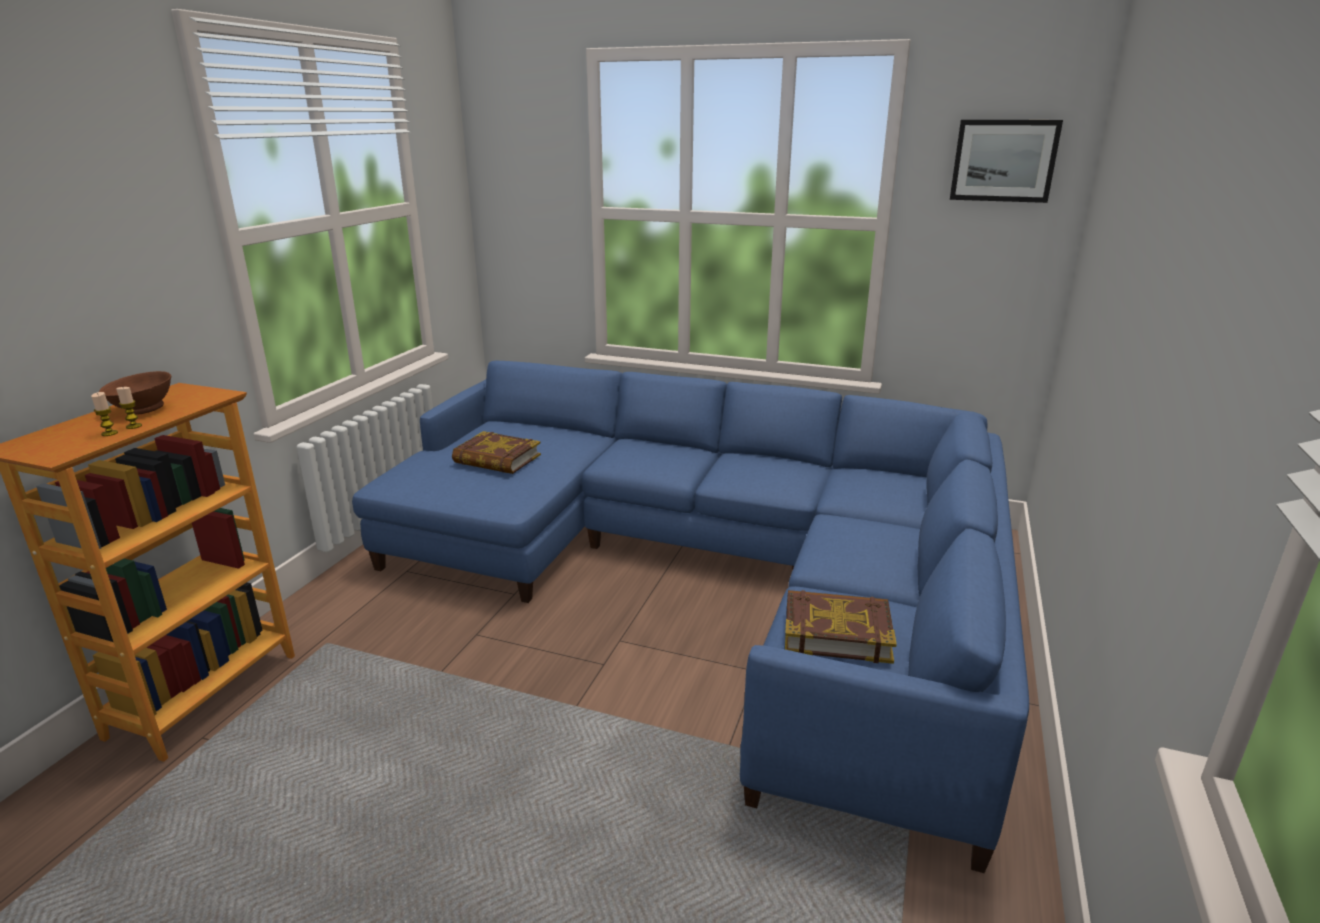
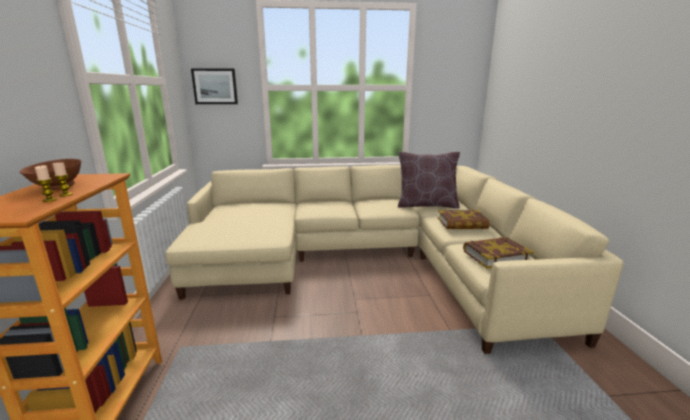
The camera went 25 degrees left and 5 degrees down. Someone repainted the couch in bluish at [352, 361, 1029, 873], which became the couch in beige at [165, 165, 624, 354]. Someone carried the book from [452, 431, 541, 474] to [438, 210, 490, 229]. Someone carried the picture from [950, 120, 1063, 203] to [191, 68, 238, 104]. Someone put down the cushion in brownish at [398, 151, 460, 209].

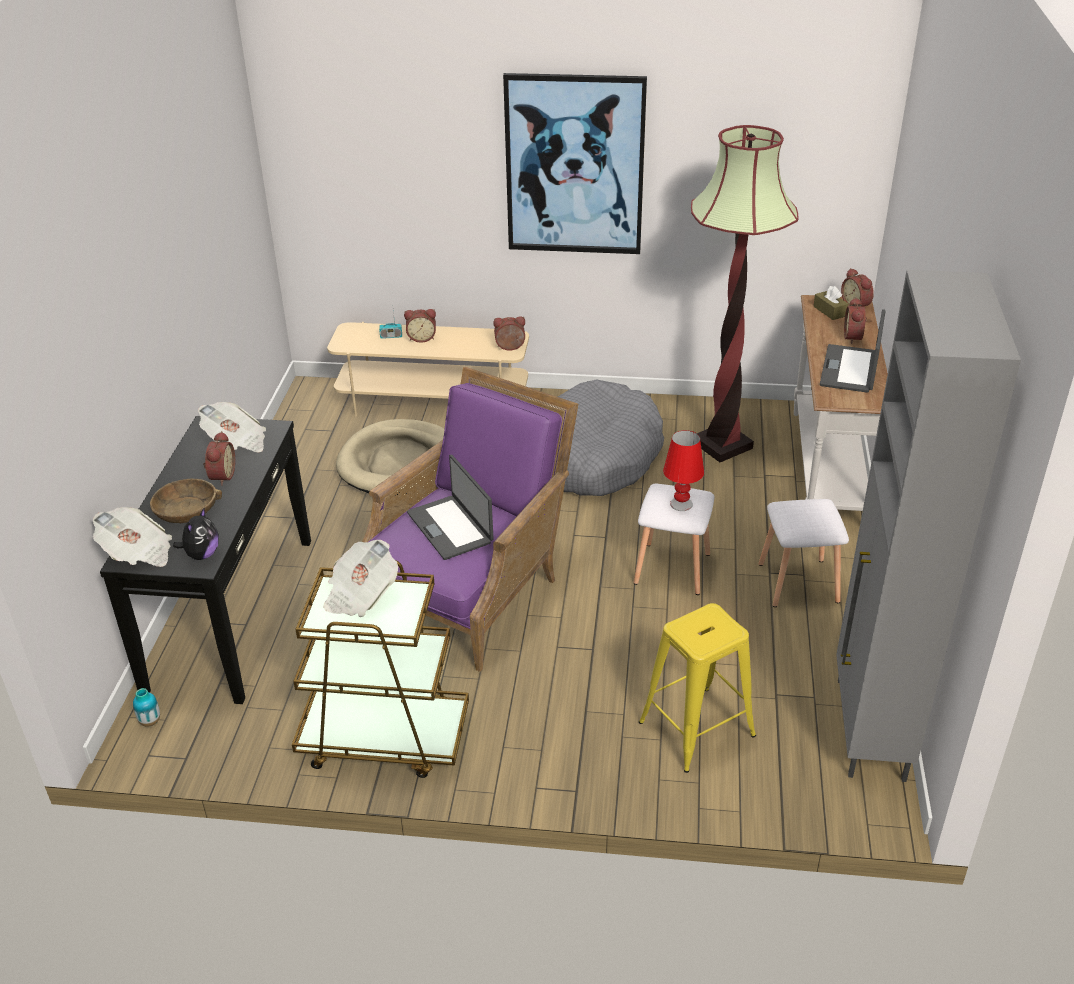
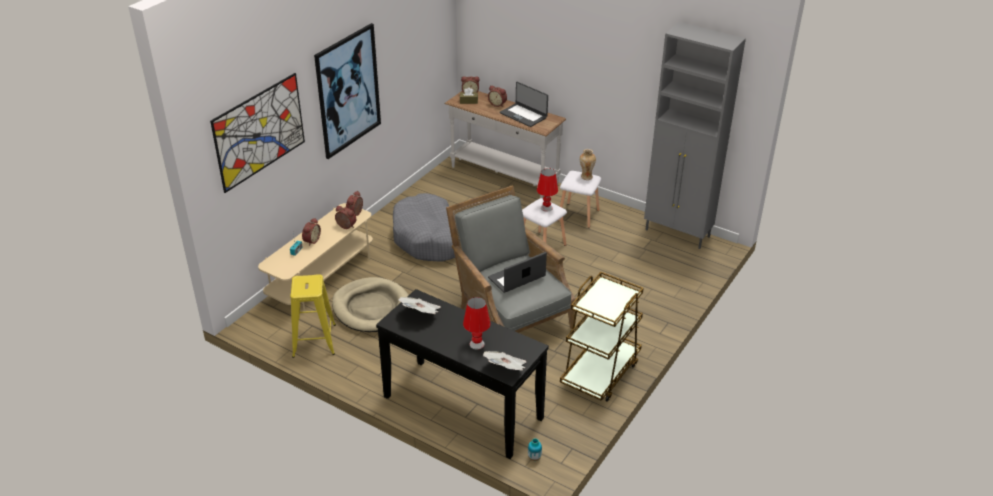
The camera went 65 degrees left and 0 degrees up. Someone swapped the bowl in brownish at [150, 479, 222, 523] for the table lamp in red at [463, 297, 491, 350]. Someone took away the soft toy at [173, 508, 219, 560]. Someone carried the table clock from [203, 431, 235, 486] to [335, 206, 357, 229]. Someone took away the daily paper at [323, 540, 398, 617]. Someone repainted the lounge chair in purple at [362, 367, 578, 672], which became the lounge chair in grey at [446, 185, 575, 333]. Someone rotated the notebook computer at [407, 455, 494, 560] by 150 degrees clockwise. Someone carried the sitting stool in yellowish from [639, 603, 756, 773] to [290, 274, 336, 358]. Someone took away the floor lamp at [691, 125, 799, 462]. Someone put up the picture at [210, 73, 305, 193]. Someone put down the vase at [580, 149, 596, 180].

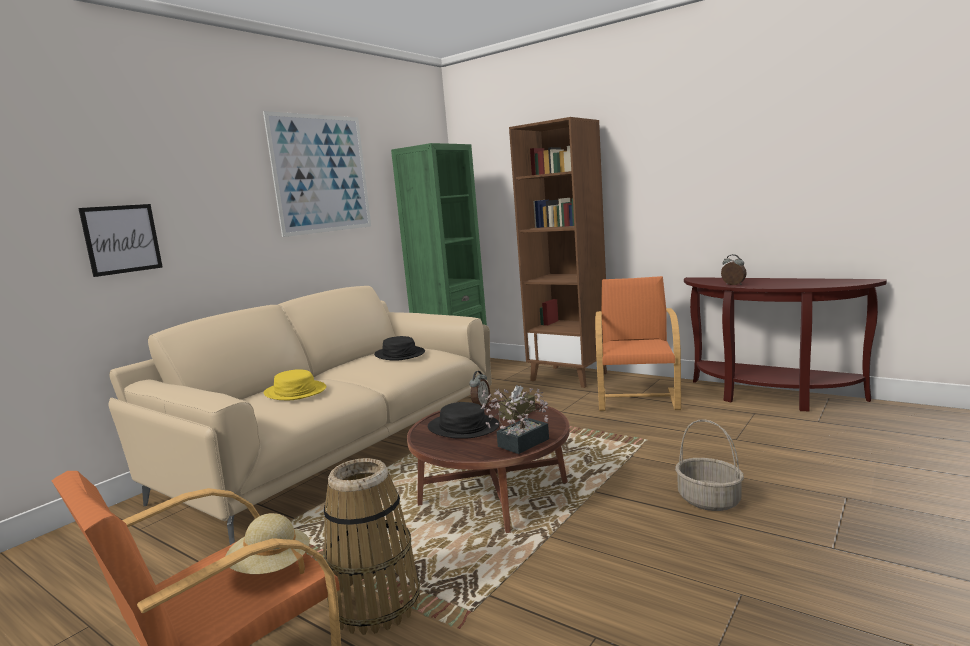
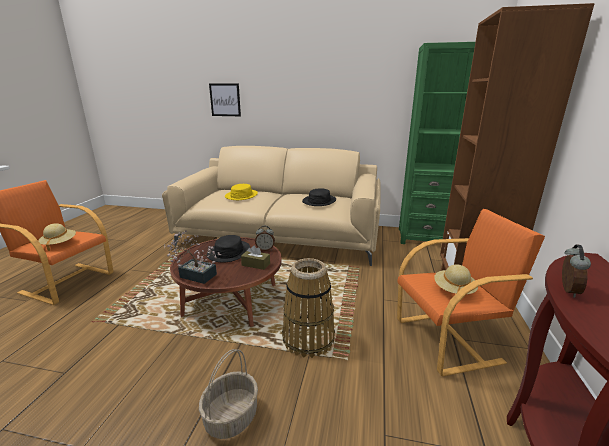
The camera went 65 degrees right and 10 degrees up. Someone took away the picture at [263, 111, 371, 237]. Someone carried the household basket from [323, 458, 420, 635] to [282, 258, 335, 358]. Someone put down the wearable hat in beige at [434, 265, 478, 294].

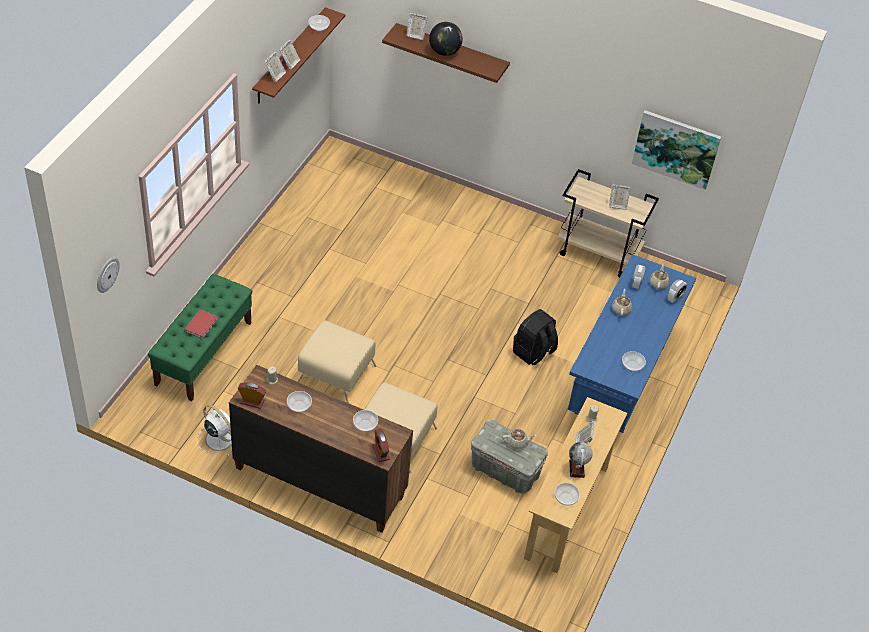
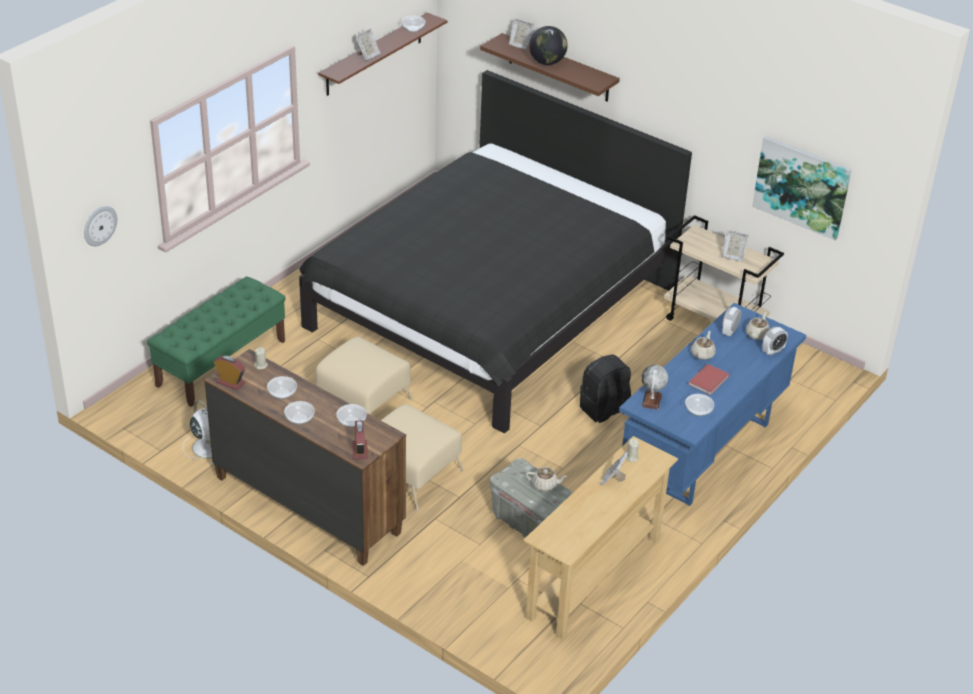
The camera went 15 degrees right and 10 degrees down. Someone carried the book in red from [184, 310, 218, 338] to [688, 364, 729, 395]. Someone took away the photo frame at [264, 52, 286, 82]. Someone carried the bowl from [554, 483, 580, 505] to [284, 401, 315, 424]. Someone carried the world globe from [569, 442, 593, 478] to [641, 365, 668, 410]. Someone put down the bed in black-coloured at [299, 70, 692, 433].

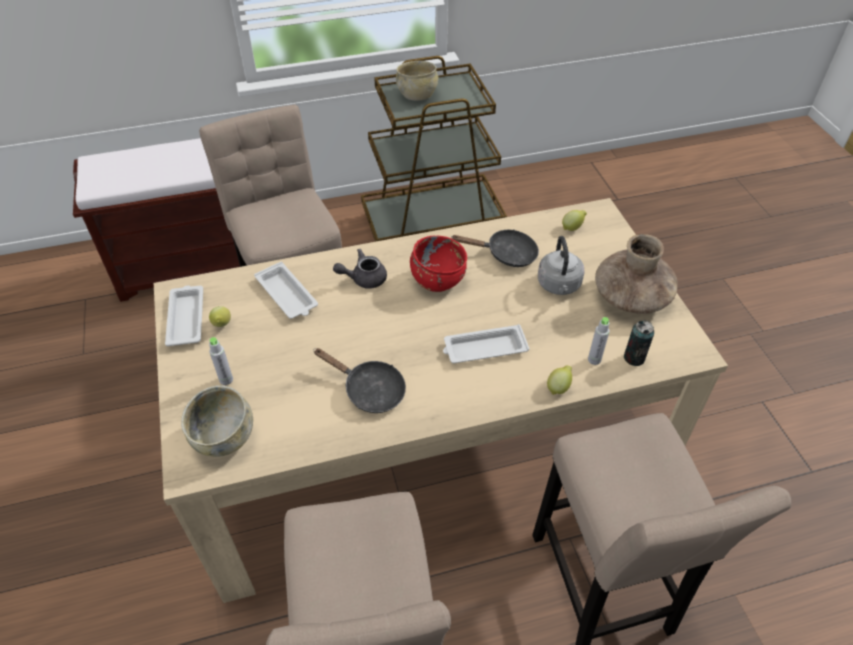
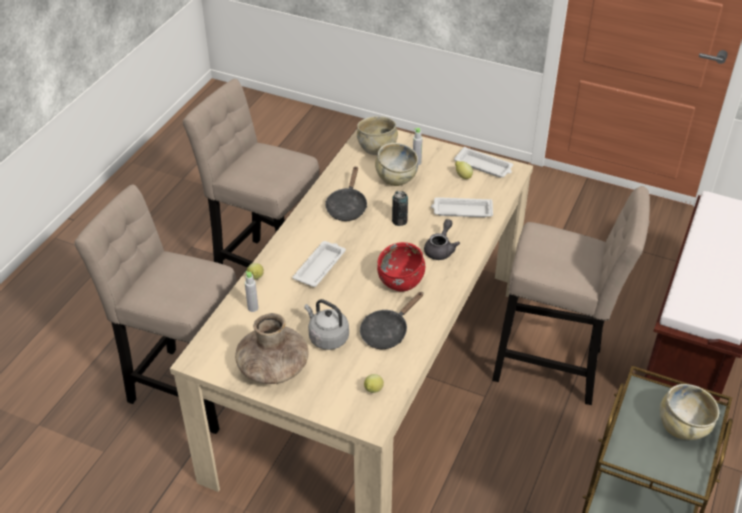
The camera went 130 degrees right and 5 degrees down. Someone rotated the pan in black-coloured at [313, 348, 406, 413] by 60 degrees counterclockwise. Someone carried the metal can from [624, 320, 654, 366] to [392, 191, 408, 226]. Someone put down the bowl in beige at [375, 143, 418, 186].

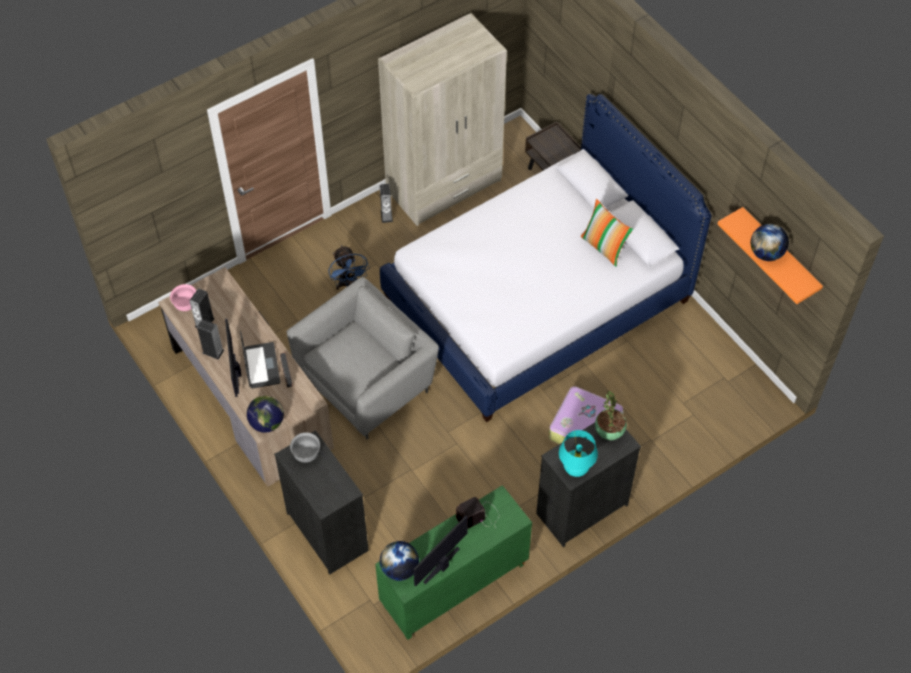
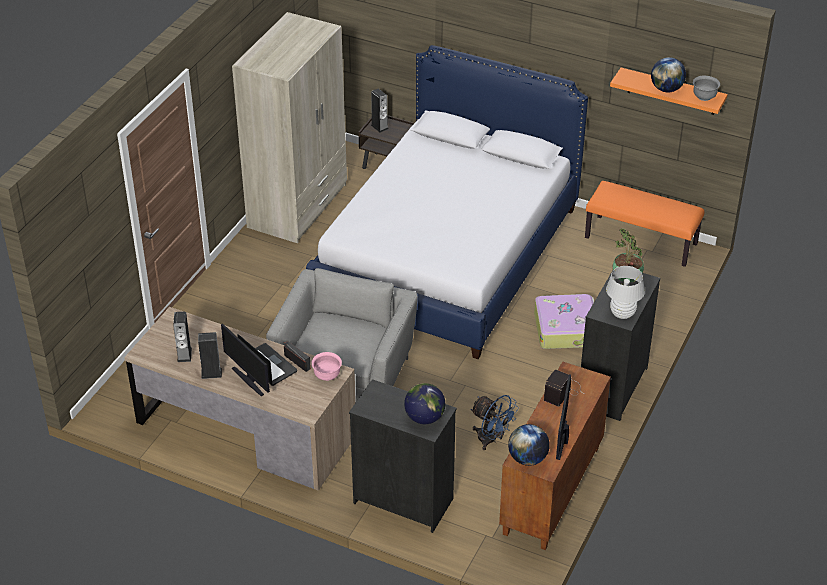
The camera went 30 degrees left and 15 degrees down. Someone carried the bowl in pink-coloured from [170, 284, 196, 311] to [312, 352, 342, 381]. Someone carried the world globe from [247, 395, 284, 433] to [404, 383, 445, 424]. Someone carried the bowl in grey from [290, 432, 320, 463] to [693, 76, 720, 101]. Someone carried the cooling fan in bluish from [328, 245, 369, 290] to [471, 395, 519, 450]. Someone repainted the cupboard in green-coloured at [375, 485, 532, 640], which became the cupboard in brownish at [499, 361, 611, 550]. Someone carried the loudspeaker from [380, 184, 393, 223] to [371, 89, 389, 133]. Someone repainted the table lamp in turquoise-coloured at [559, 430, 598, 477], which became the table lamp in whitish at [606, 266, 645, 319]. Someone took away the cushion at [581, 199, 633, 267]. Someone put down the long seat in orange-coloured at [585, 181, 704, 267].

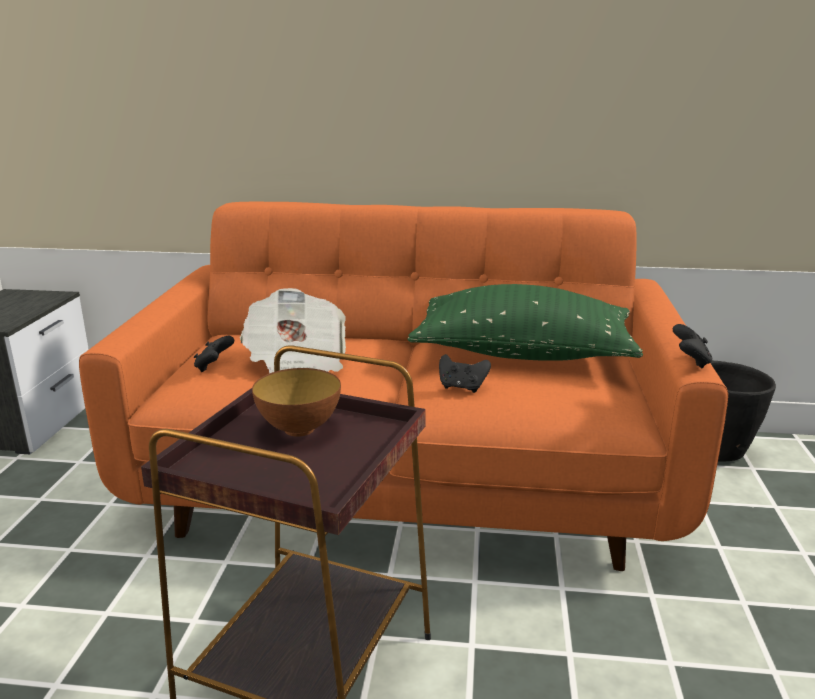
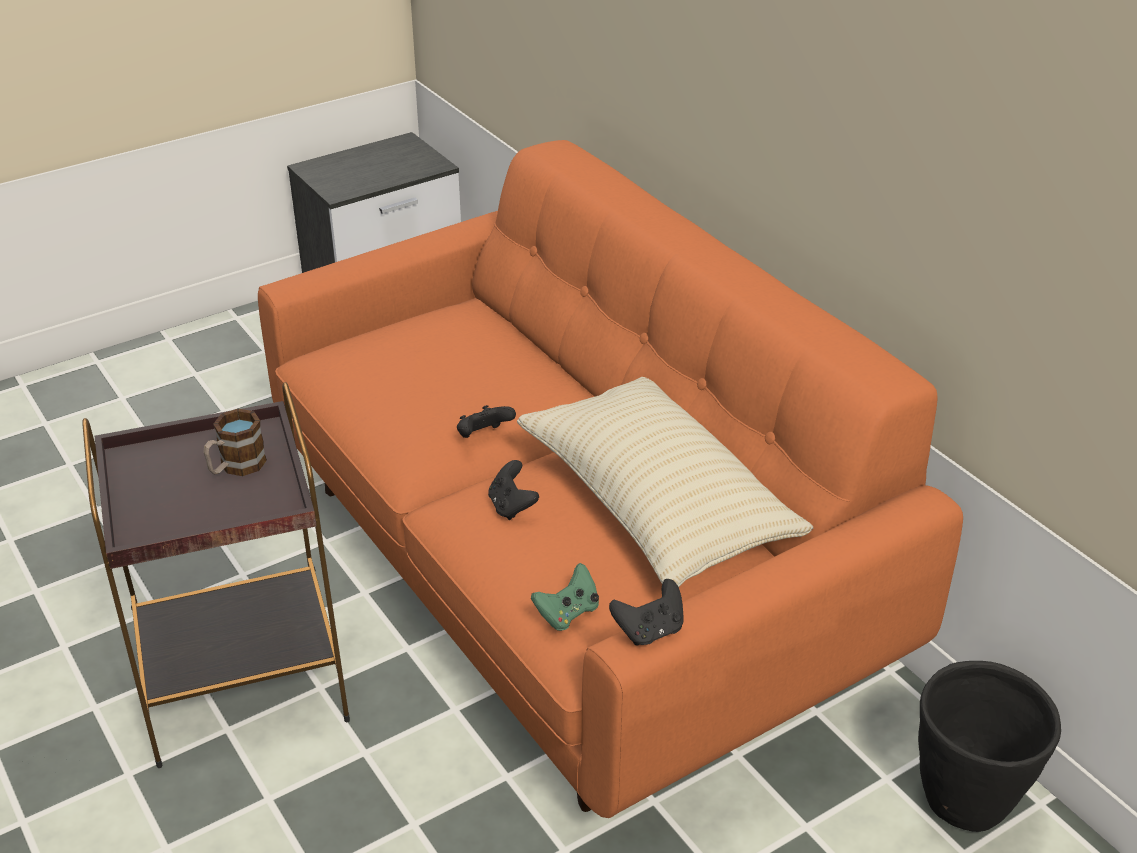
The camera went 50 degrees right and 15 degrees up. Someone carried the gamepad in black-coloured from [194, 336, 234, 372] to [457, 405, 516, 438]. Someone took away the daily paper at [240, 288, 346, 373]. Someone swapped the bowl at [252, 368, 341, 437] for the tea mug at [203, 409, 267, 476]. Someone repainted the cushion in green-coloured at [407, 284, 643, 361], which became the cushion in beige at [517, 377, 813, 587]. Someone put down the gamepad in green-coloured at [531, 563, 599, 631].

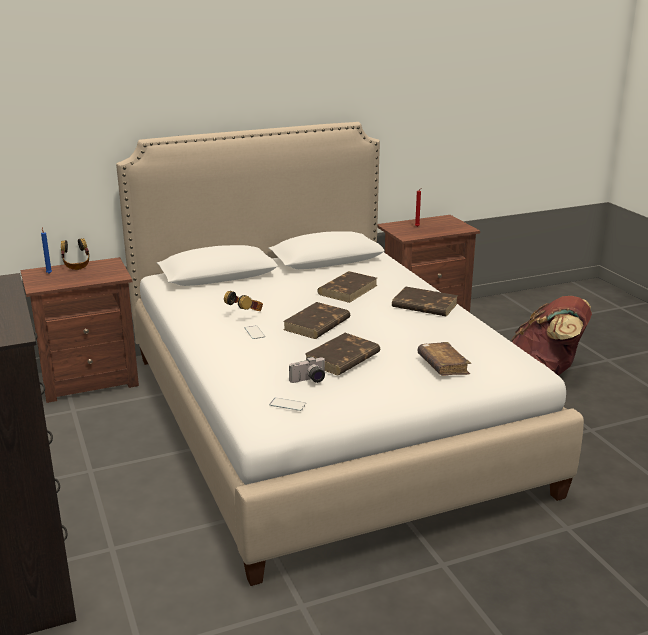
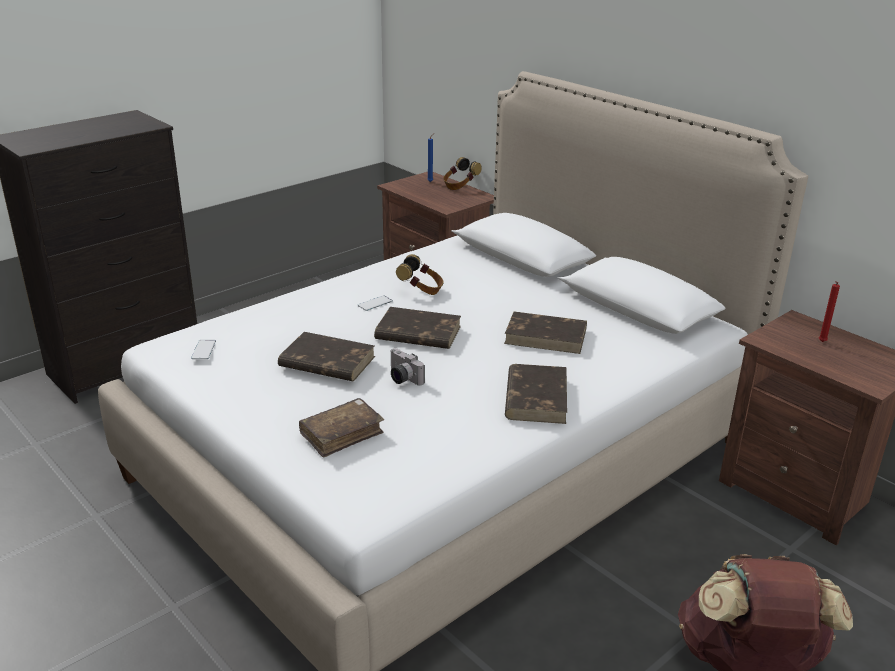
The camera went 70 degrees right and 5 degrees up. Someone carried the photo camera from [289, 356, 326, 383] to [390, 348, 425, 385].

